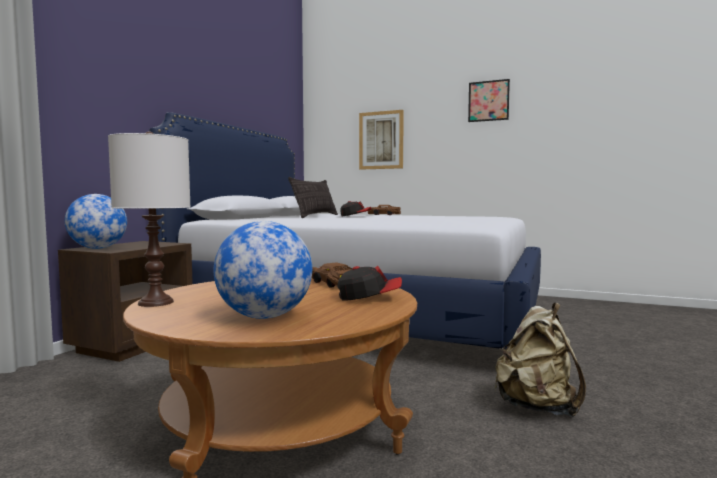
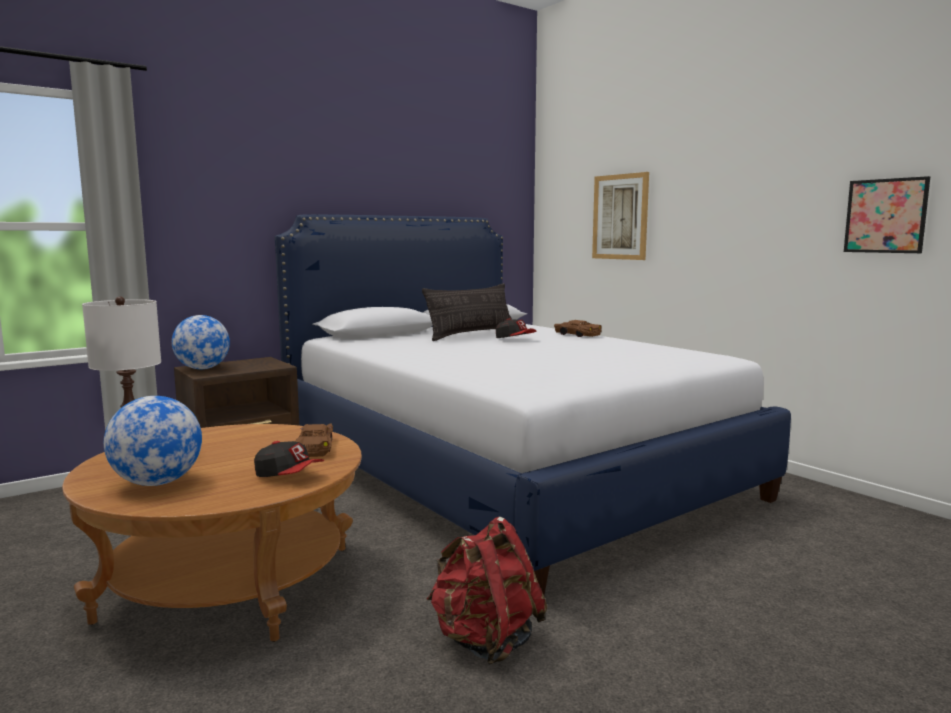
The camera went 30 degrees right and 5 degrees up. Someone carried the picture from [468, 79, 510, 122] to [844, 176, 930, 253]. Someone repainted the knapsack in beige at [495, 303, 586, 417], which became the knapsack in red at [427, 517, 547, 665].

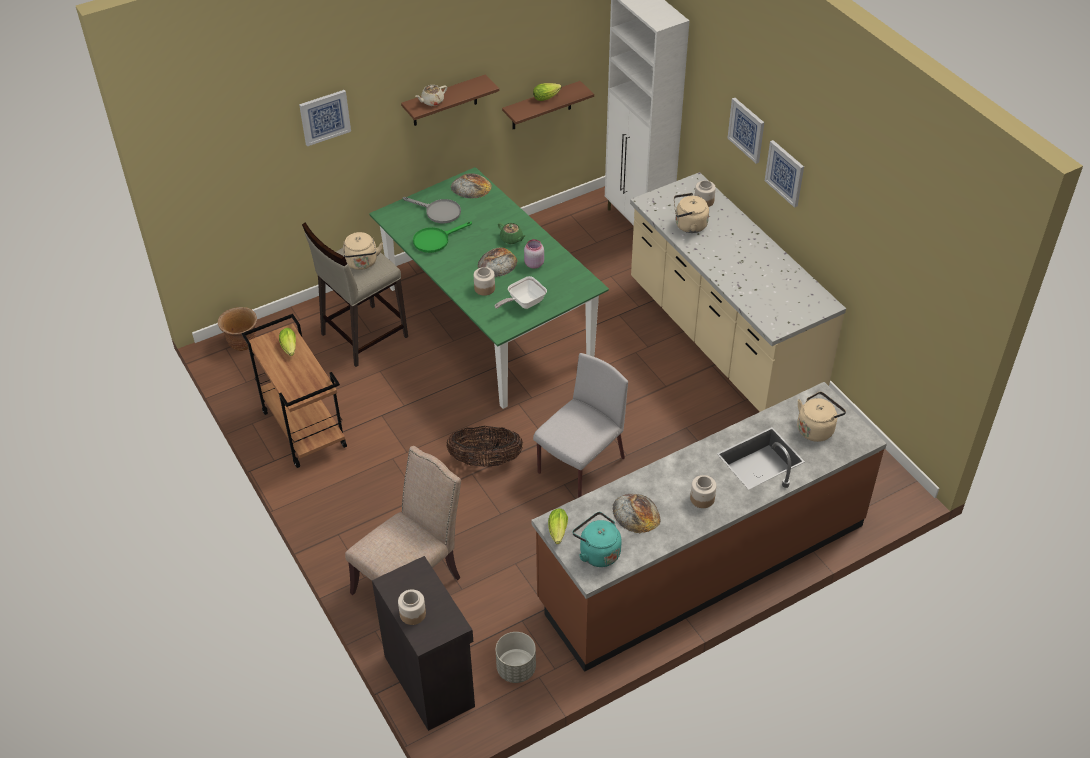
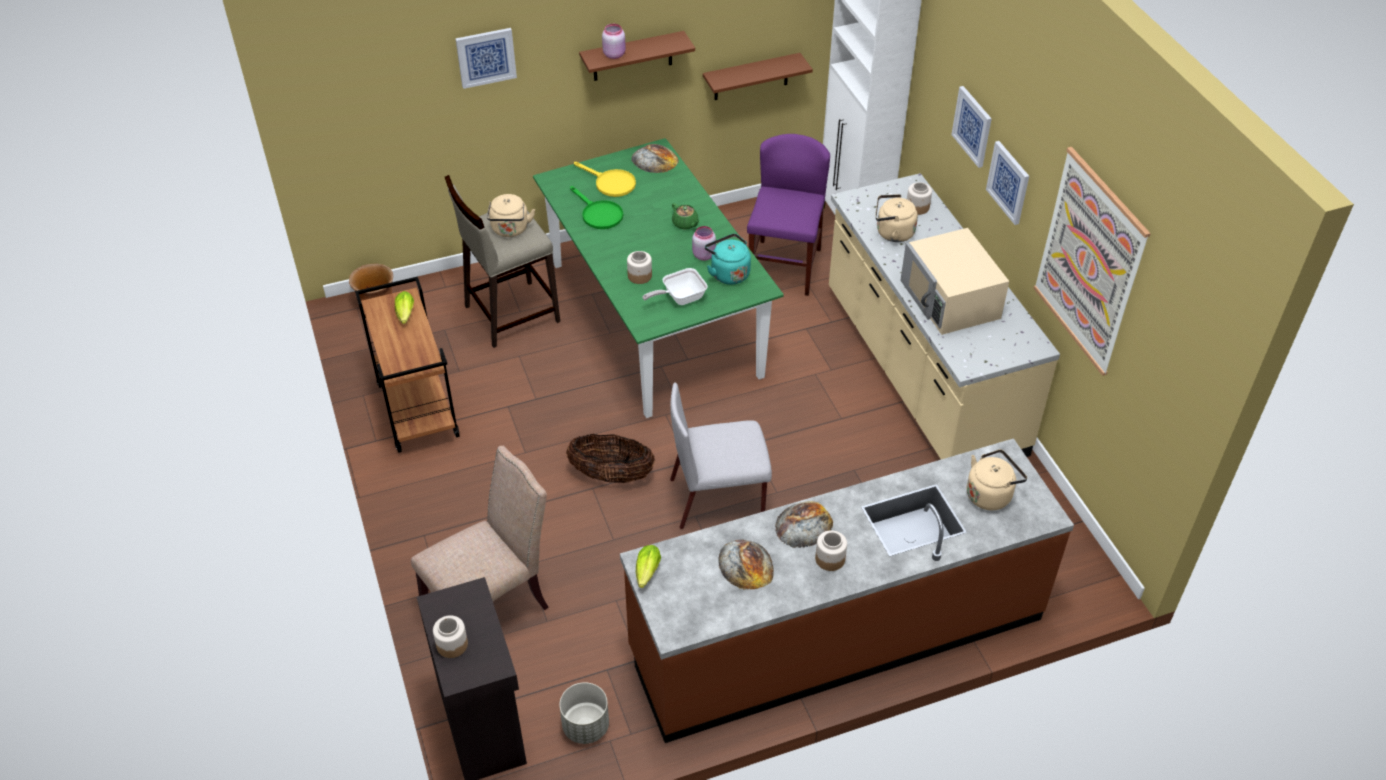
The camera went 10 degrees right and 0 degrees up. Someone repainted the pan in grey at [403, 197, 461, 223], which became the pan in yellowish at [574, 162, 636, 197]. Someone rotated the pan in green-coloured at [413, 221, 472, 253] by 105 degrees counterclockwise. Someone swapped the teapot in beige at [415, 85, 447, 106] for the preserve jar in pink-coloured at [602, 24, 626, 59]. Someone carried the bread from [478, 248, 517, 277] to [775, 501, 833, 548]. Someone took away the lettuce at [533, 83, 561, 101]. Someone rotated the chair in grey at [533, 353, 628, 498] by 150 degrees counterclockwise. Someone carried the tea kettle in turquoise-coloured from [573, 512, 622, 567] to [705, 234, 751, 285]. Someone put down the chair in purple at [747, 134, 830, 296]. Someone put down the kitchen microwave in beige at [900, 228, 1009, 335]. Someone put up the picture at [1033, 147, 1151, 376].

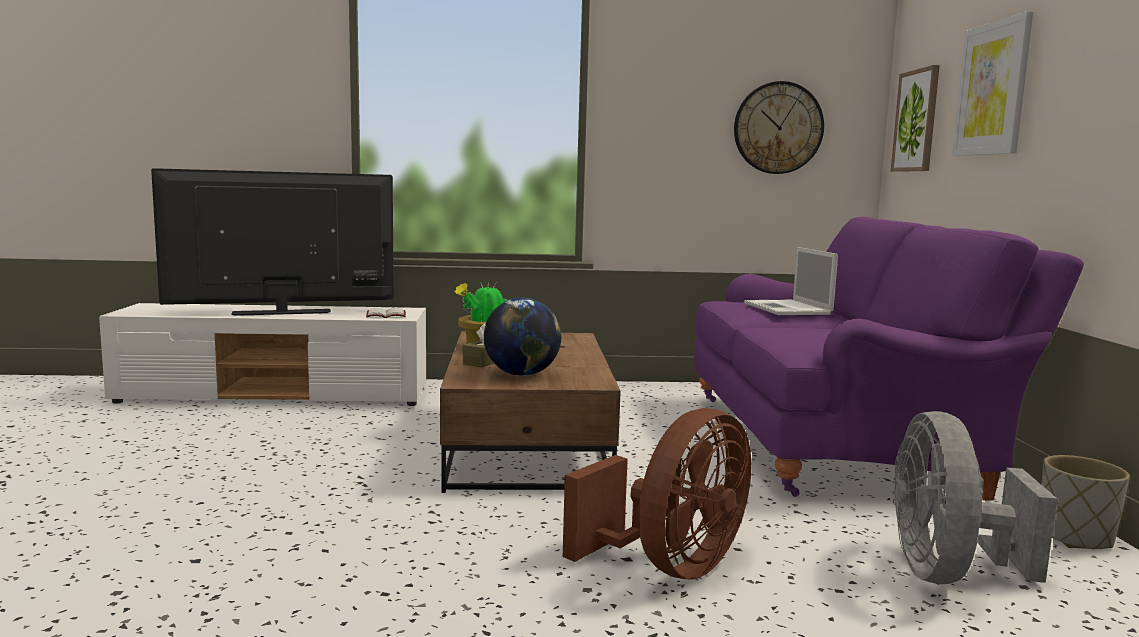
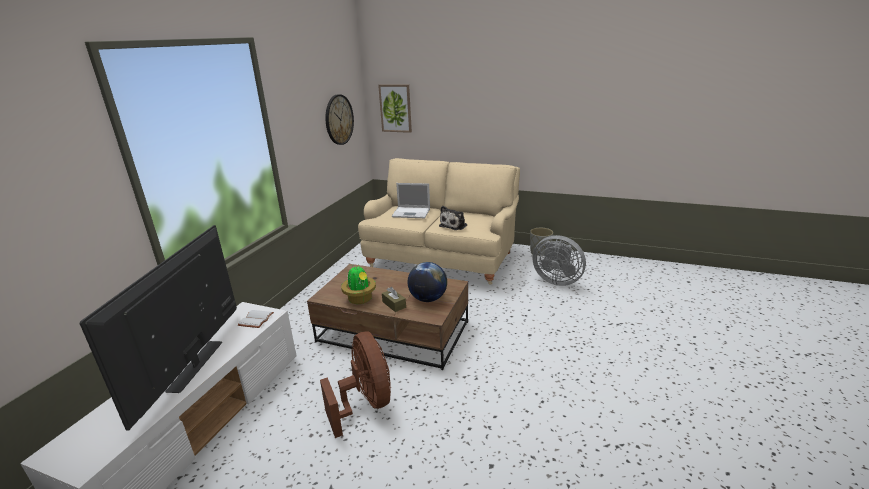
The camera went 65 degrees left and 15 degrees up. Someone carried the cooling fan in brownish from [563, 408, 751, 580] to [320, 332, 391, 438]. Someone repainted the couch in purple at [694, 217, 1084, 501], which became the couch in beige at [358, 158, 520, 285]. Someone took away the picture at [952, 11, 1033, 156]. Someone put down the soft toy at [439, 206, 467, 230].

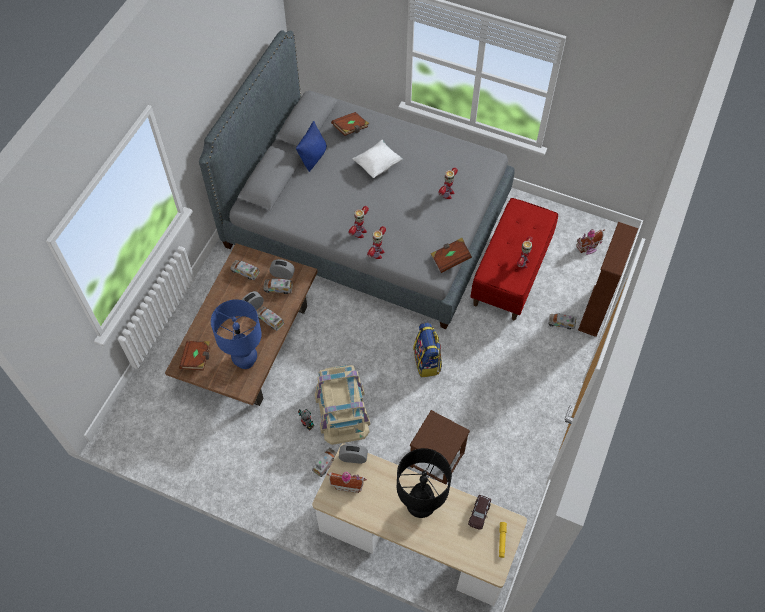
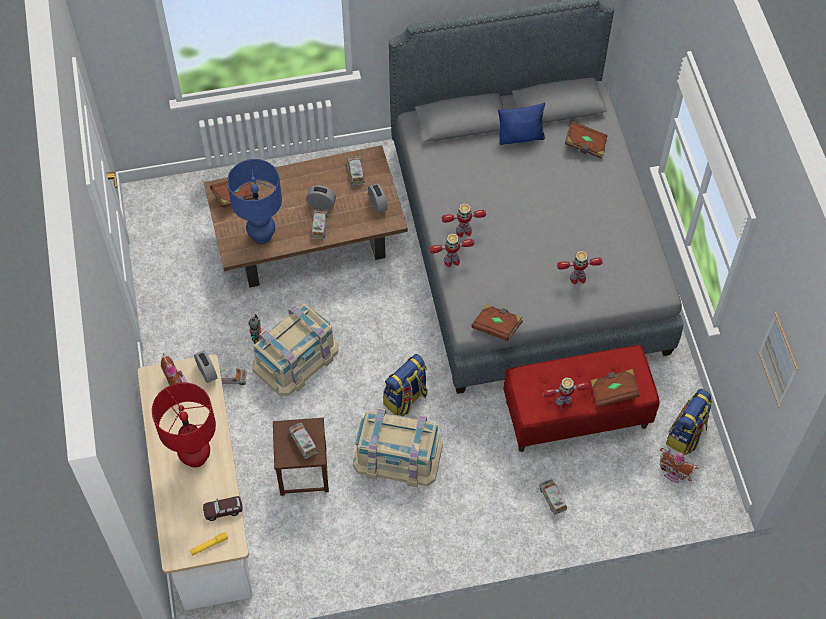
The camera went 55 degrees right and 0 degrees up. Someone carried the toy lorry from [263, 278, 293, 294] to [289, 423, 318, 459]. Someone took away the cushion in whitish at [353, 140, 403, 178]. Someone repainted the table lamp in black-coloured at [397, 448, 452, 518], which became the table lamp in red at [152, 382, 216, 467]. Someone took away the bookshelf in brownish at [578, 222, 638, 337]. Someone put down the storage bin in beige at [353, 408, 443, 487]. Someone put down the book in brownish at [590, 369, 640, 407]. Someone put down the knapsack at [666, 389, 713, 455]. Someone put up the picture at [758, 312, 798, 408].

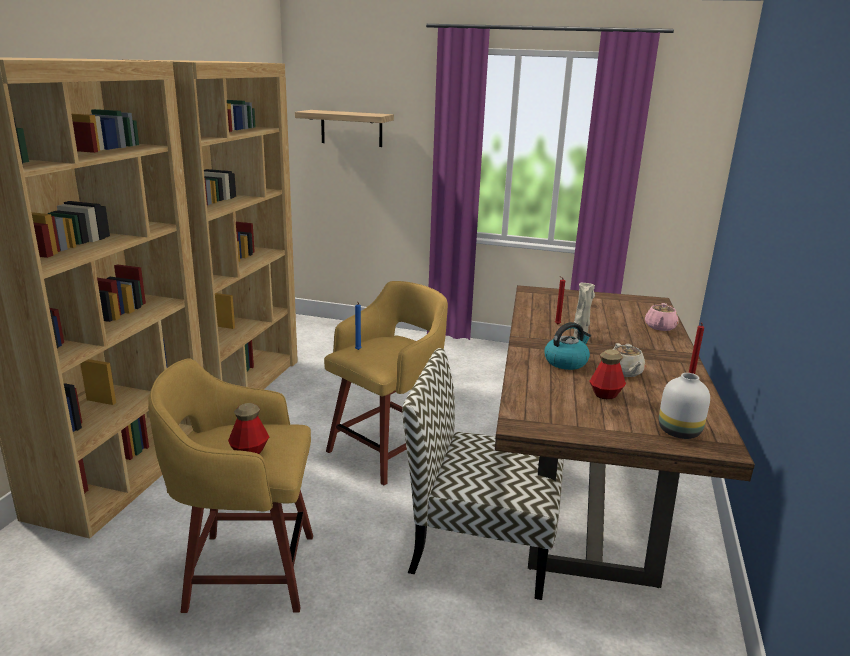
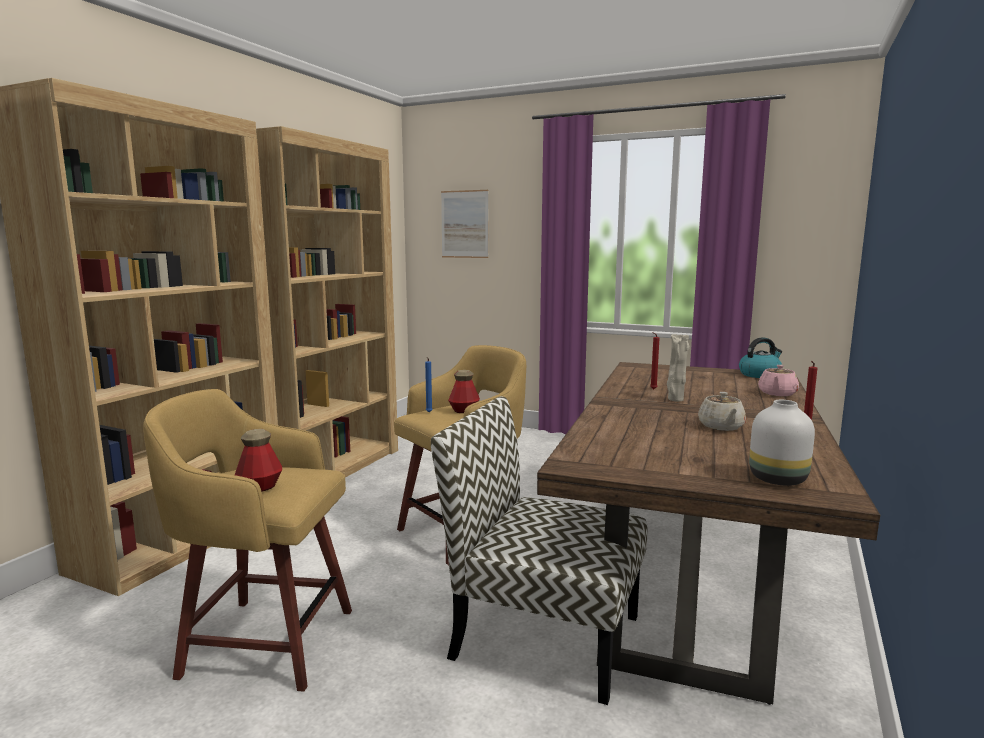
The camera went 10 degrees right and 10 degrees down. Someone swapped the wall shelf at [295, 110, 394, 147] for the picture at [441, 190, 488, 258]. Someone carried the tea kettle from [544, 322, 591, 370] to [739, 337, 782, 378]. Someone carried the beverage bottle from [589, 350, 626, 399] to [448, 370, 480, 413].

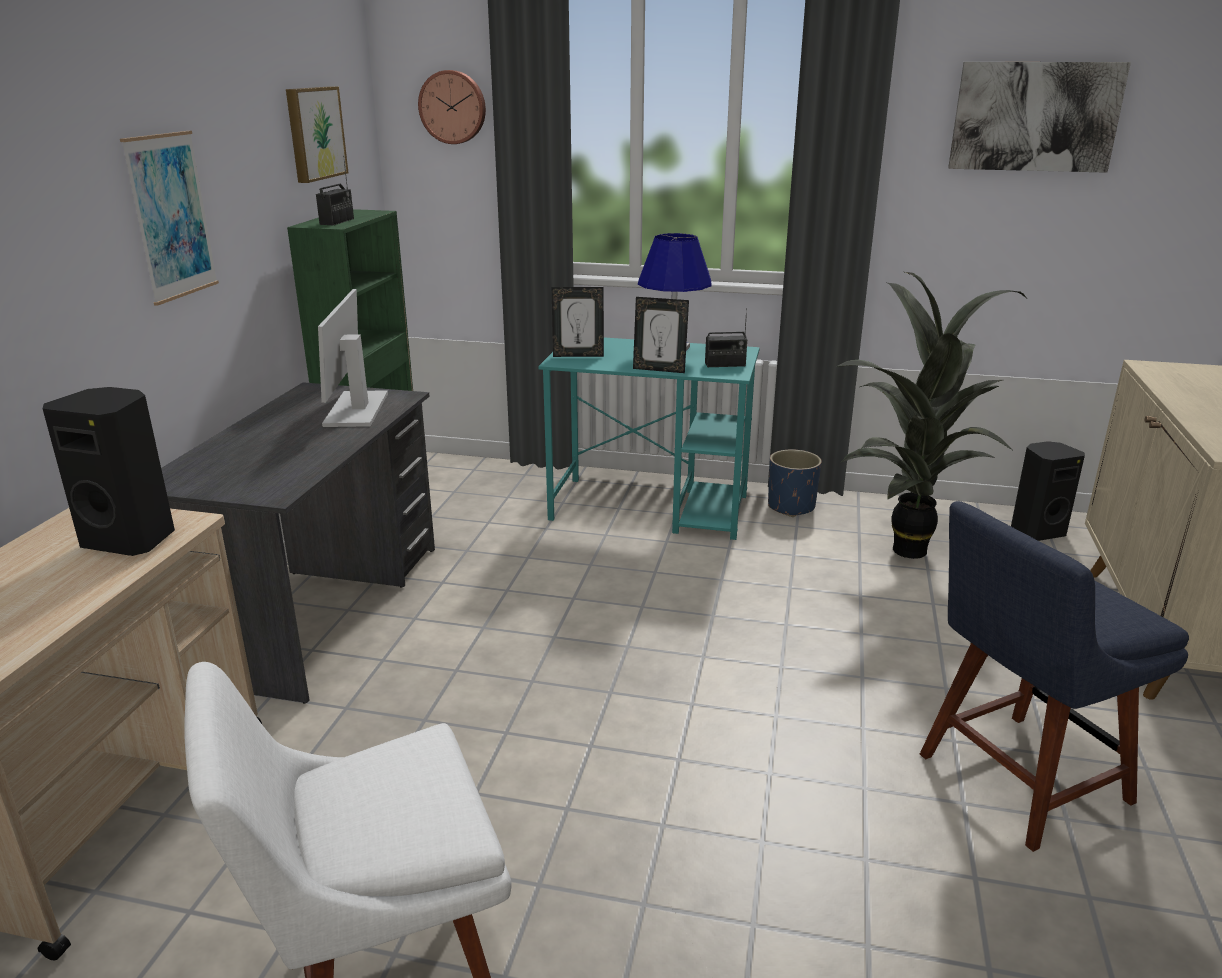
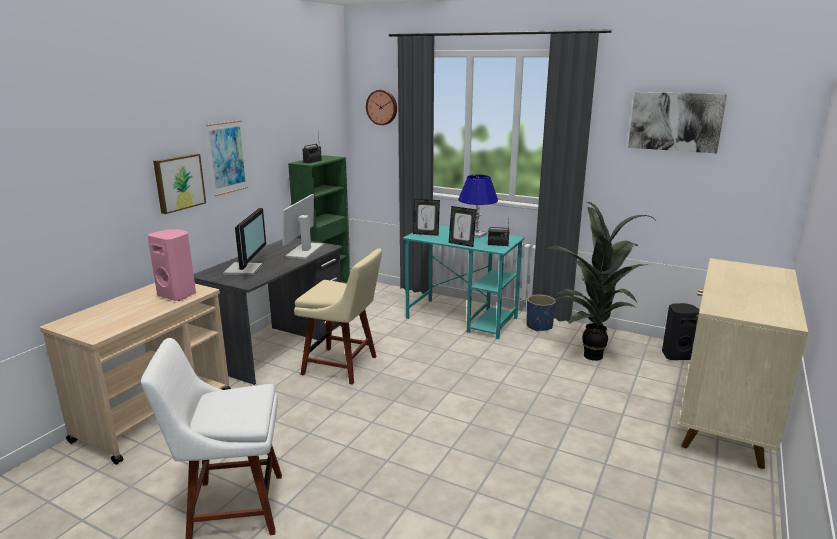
The camera went 15 degrees right and 5 degrees down. Someone repainted the loudspeaker in black-coloured at [43, 387, 175, 556], which became the loudspeaker in pink-coloured at [147, 229, 196, 301]. Someone carried the picture from [286, 86, 348, 183] to [153, 153, 206, 214]. Someone took away the chair in bluish at [920, 501, 1189, 852]. Someone put down the computer display at [223, 208, 266, 275]. Someone put down the chair in beige at [294, 248, 382, 385].

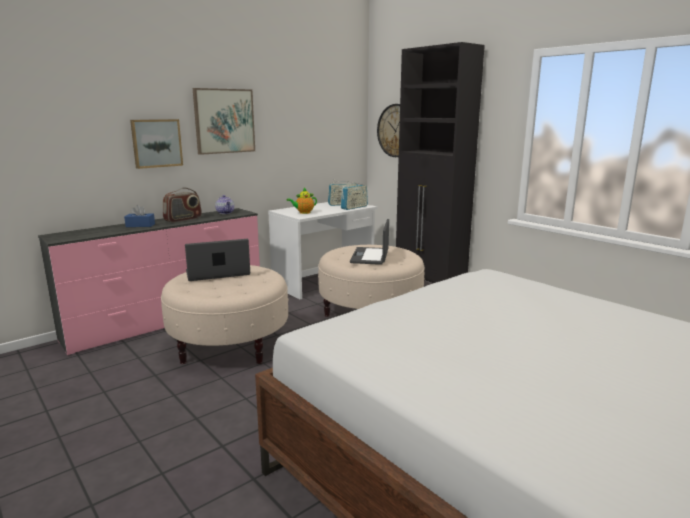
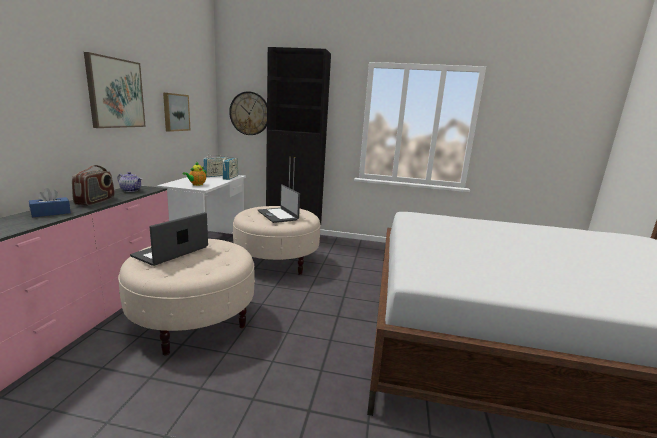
The camera went 40 degrees left and 0 degrees up. Someone carried the picture from [130, 119, 183, 169] to [163, 93, 190, 132].

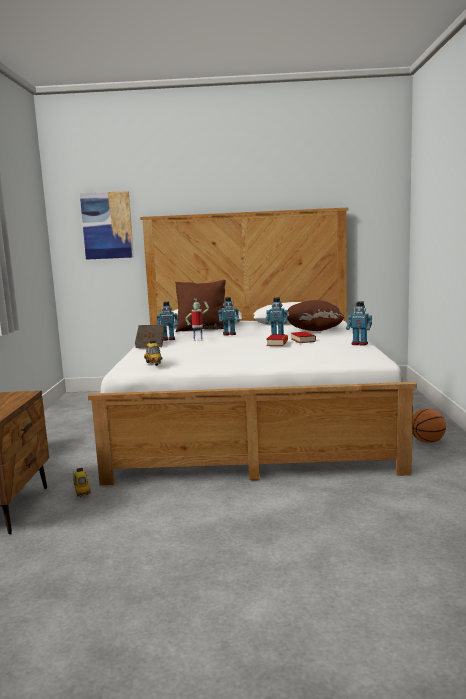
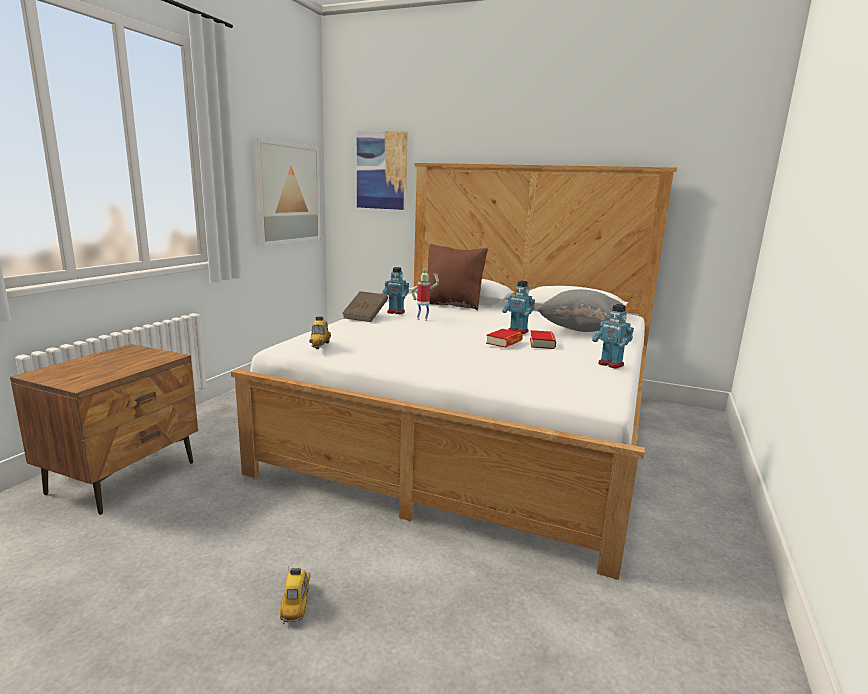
The camera went 20 degrees right and 5 degrees up. Someone carried the model car from [73, 468, 91, 498] to [280, 568, 310, 624]. Someone took away the model robot at [218, 297, 239, 336]. Someone repainted the cushion in brownish at [287, 300, 345, 331], which became the cushion in grey at [537, 289, 623, 332]. Someone took away the ball for basketball at [412, 409, 446, 443]. Someone put up the picture at [252, 137, 321, 246].

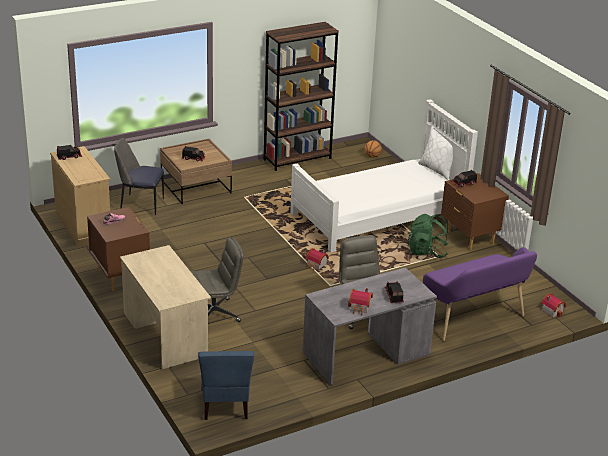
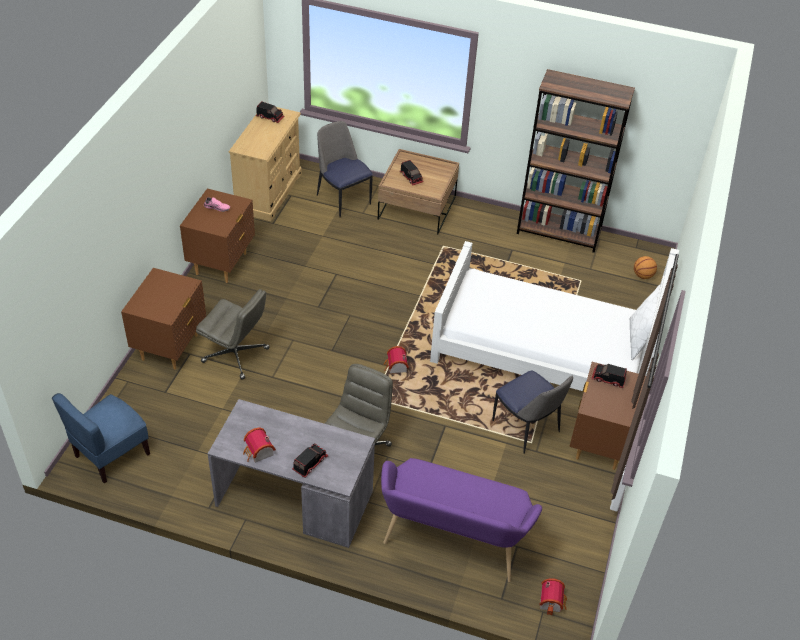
The camera went 45 degrees right and 15 degrees up. Someone swapped the desk unit in beige at [120, 245, 211, 369] for the bedside table in brownish at [121, 268, 206, 370]. Someone swapped the knapsack in green-coloured at [407, 214, 448, 258] for the chair at [492, 370, 573, 454].

